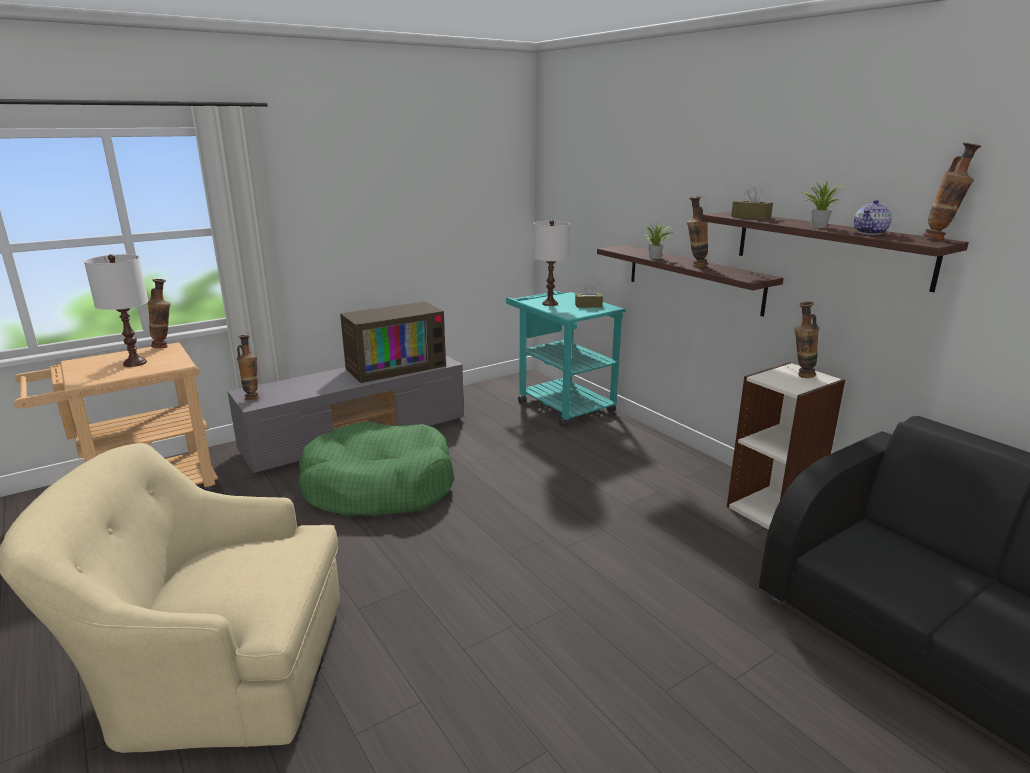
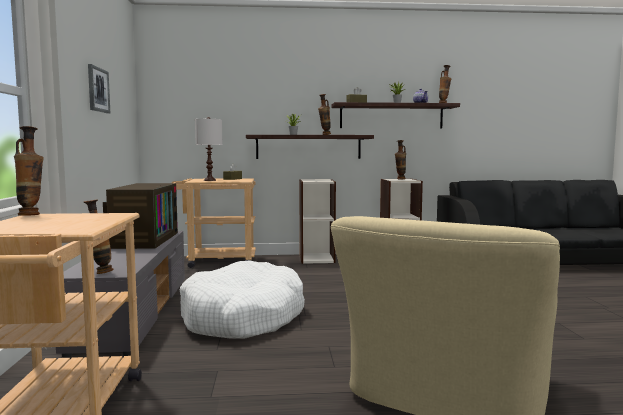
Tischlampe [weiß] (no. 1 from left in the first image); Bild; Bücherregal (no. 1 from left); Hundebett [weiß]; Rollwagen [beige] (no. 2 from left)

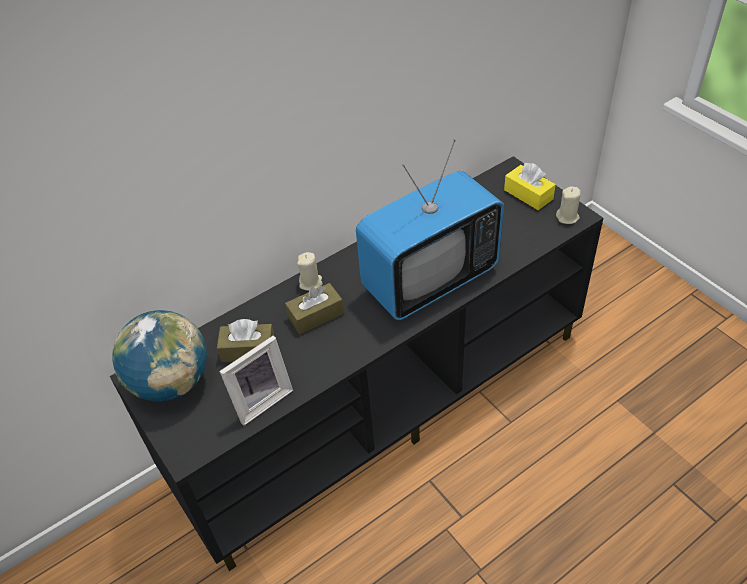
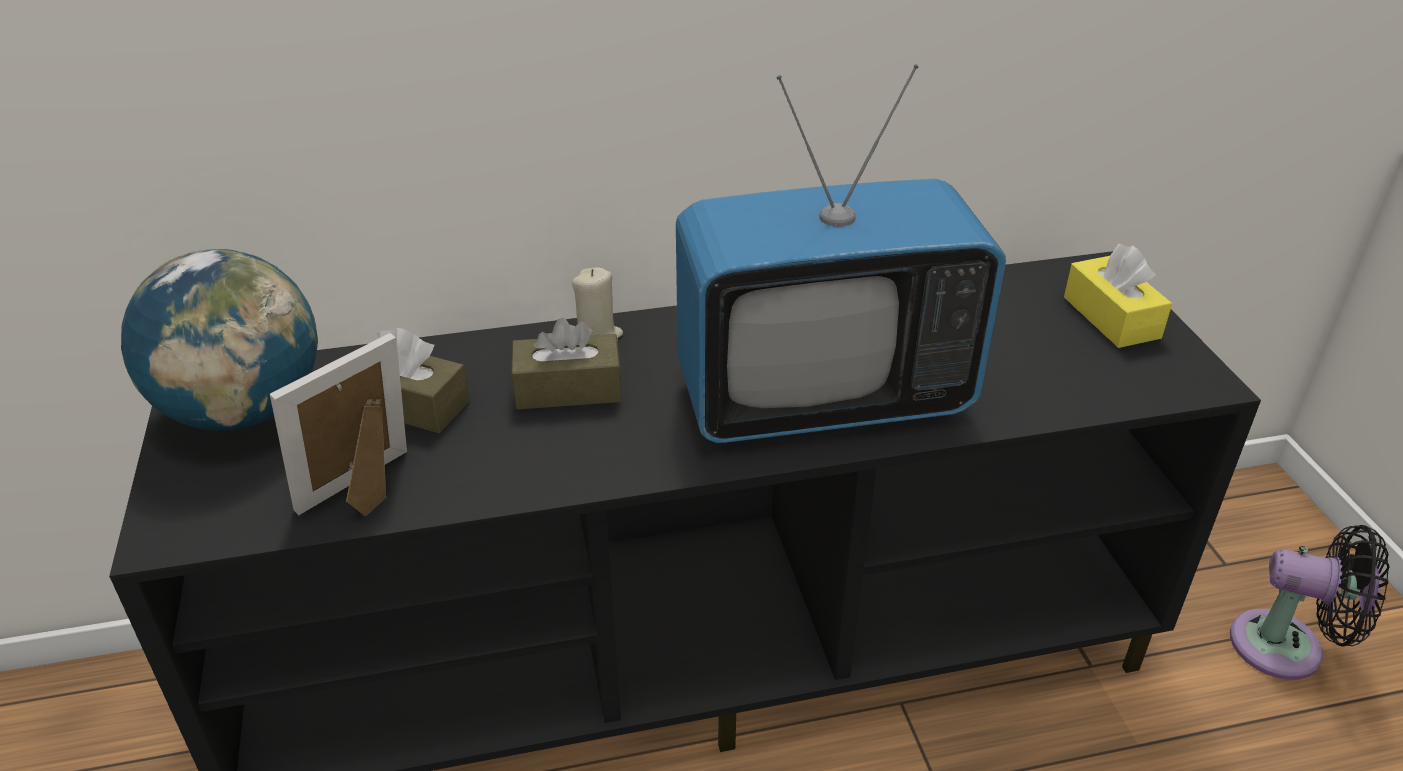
Kerze [beige] (no. 2 from left in the first image); Ventilator [schwarz]; Bilderrahmen

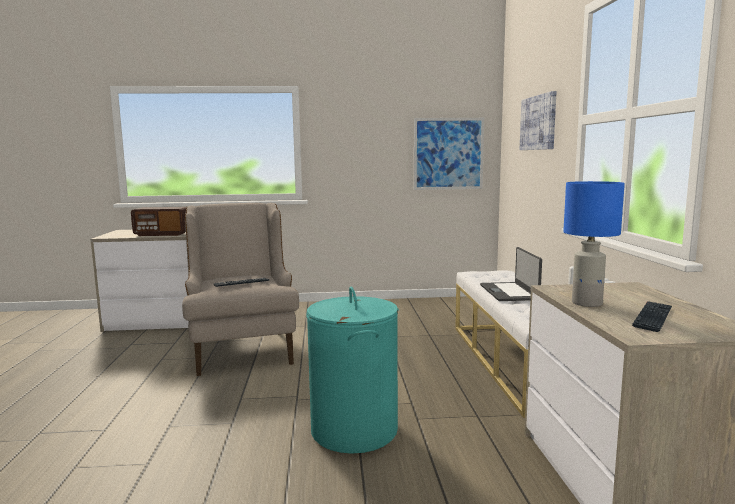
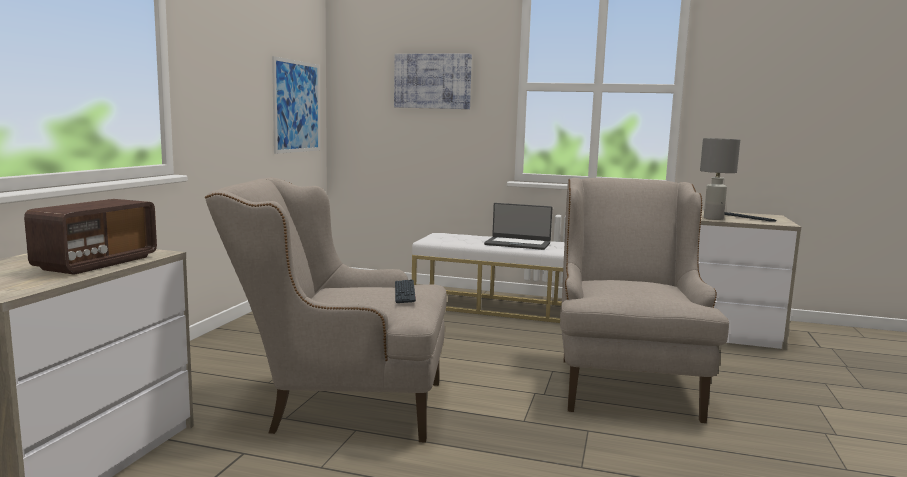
Sessel [beige] (no. 2 from left); Tischlampe [grau]

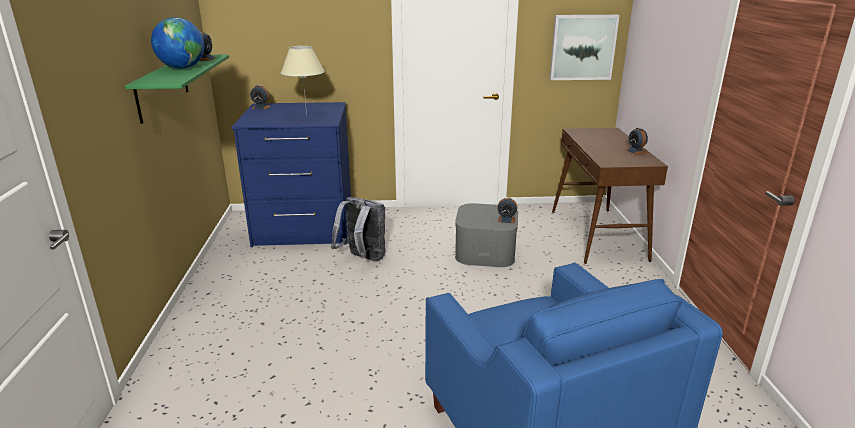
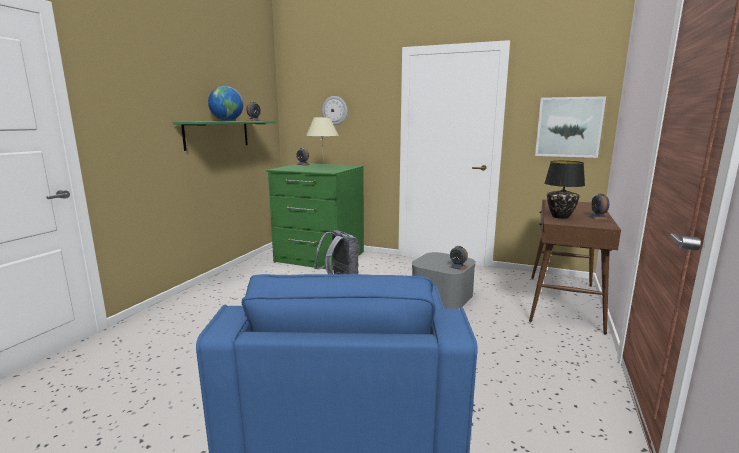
Wanduhr; Tischlampe [schwarz]; Kommode [grün]

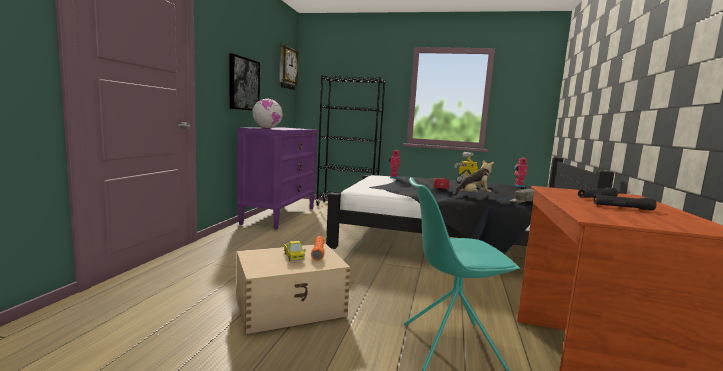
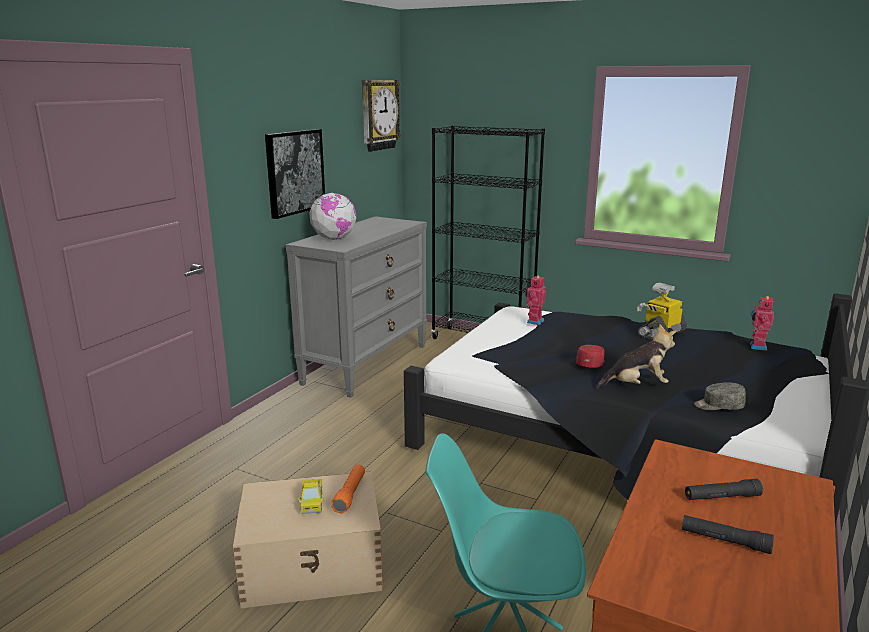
Kommode [grau]

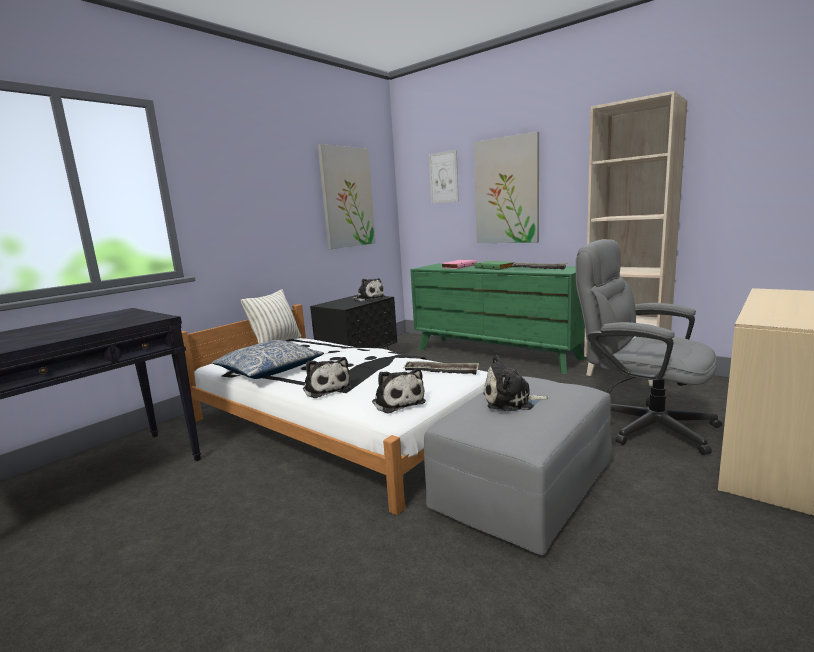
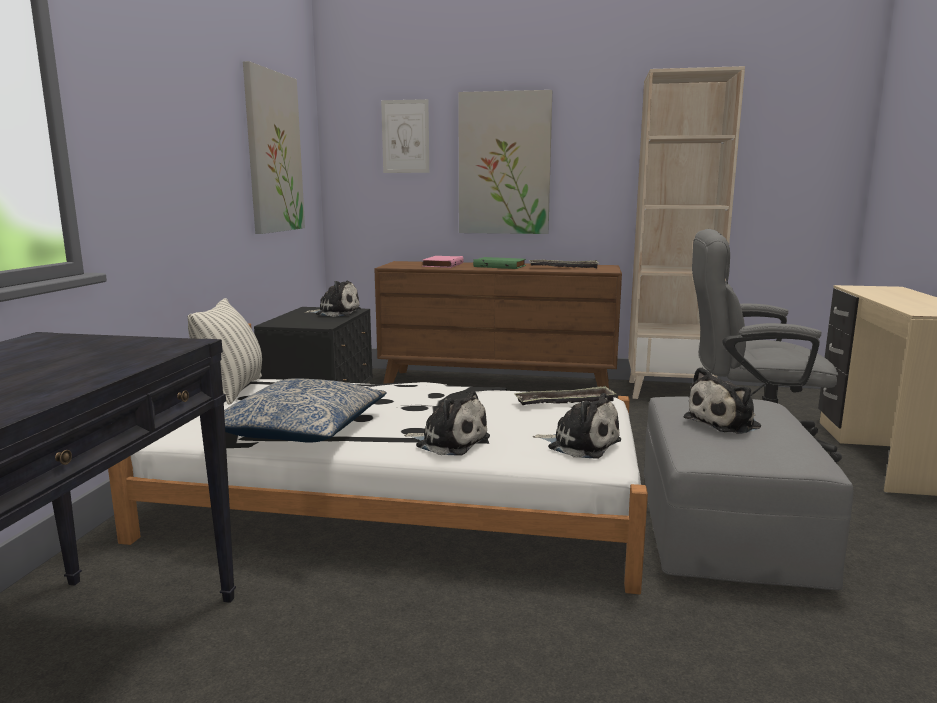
Kommode [braun]

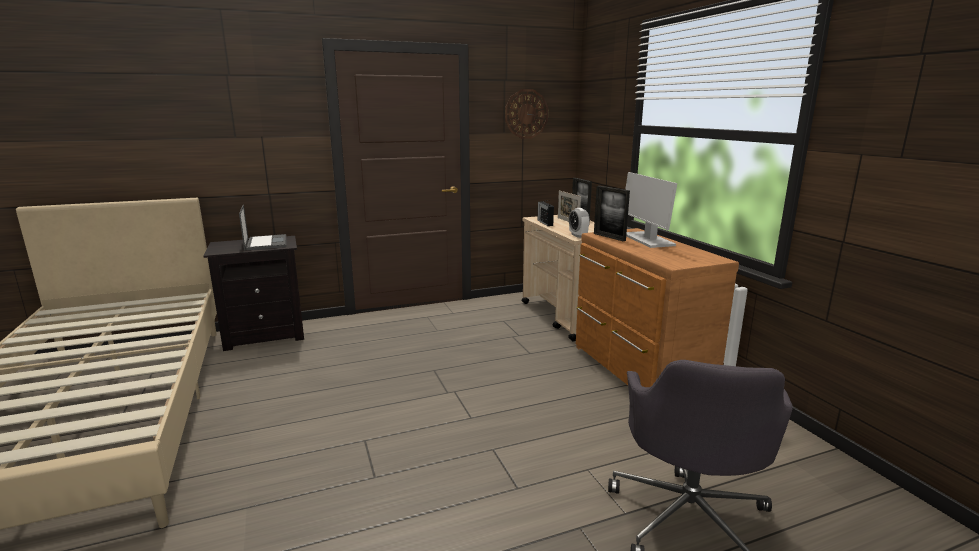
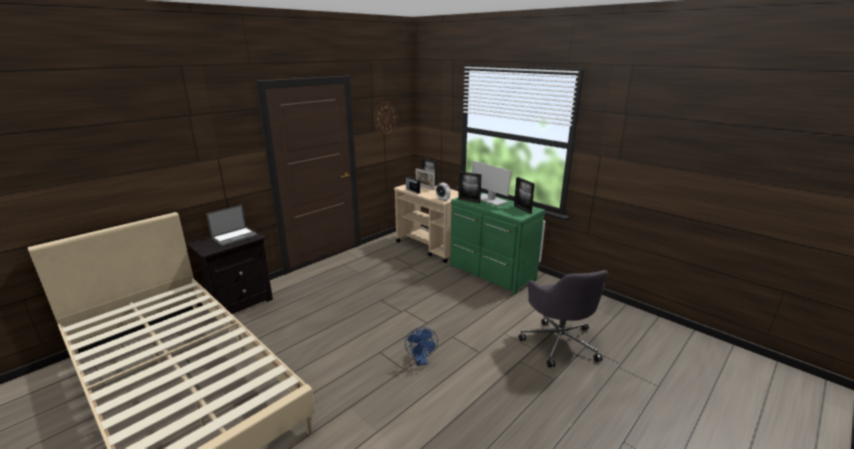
Ventilator [blau]; Bilderrahmen (no. 4 from left); Kommode [grün]; Laptop

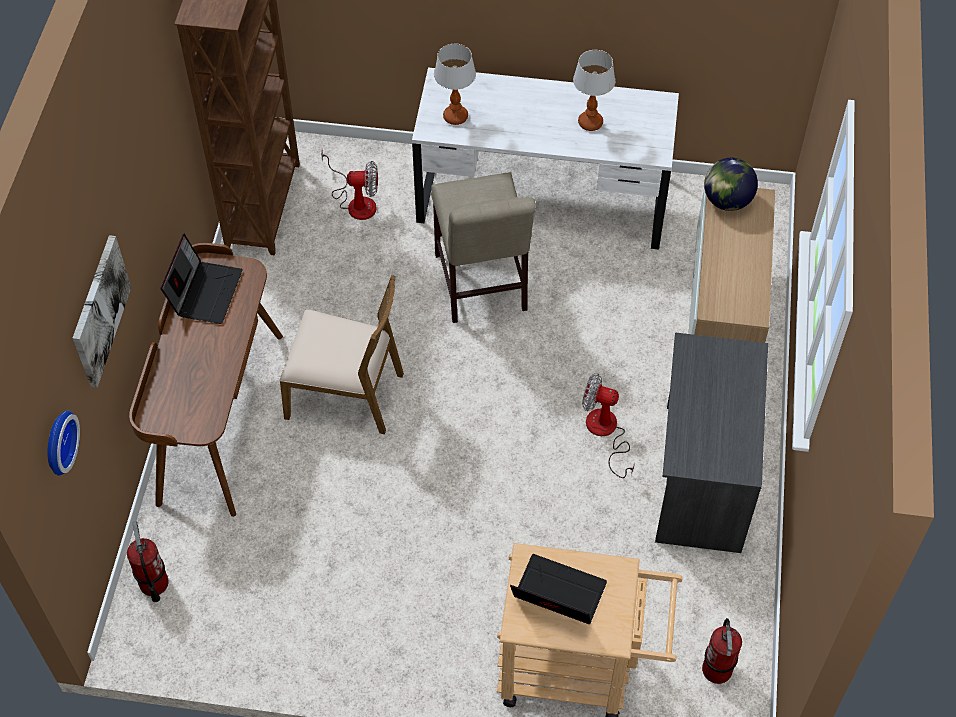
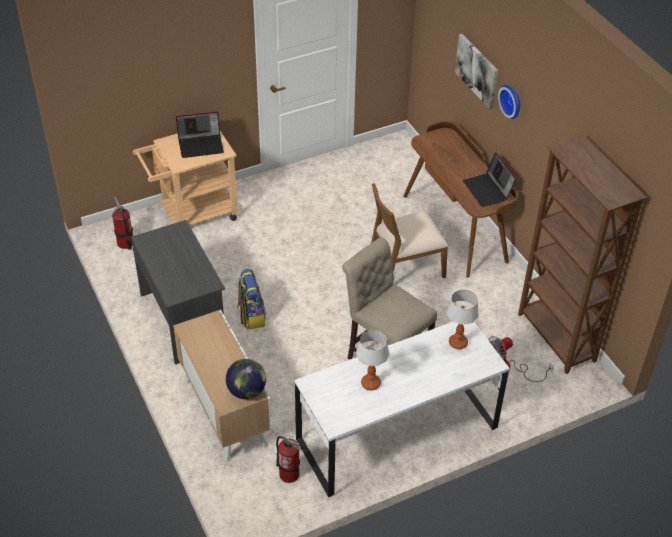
Wanduhr; Feuerlöscher (no. 2 from left); Rucksack

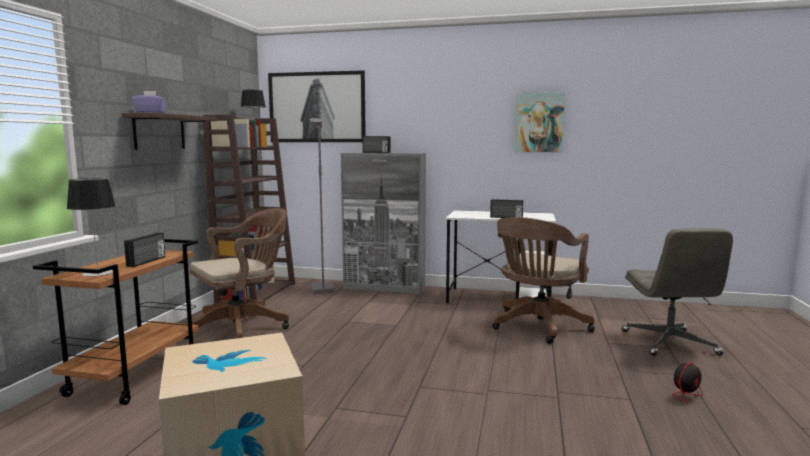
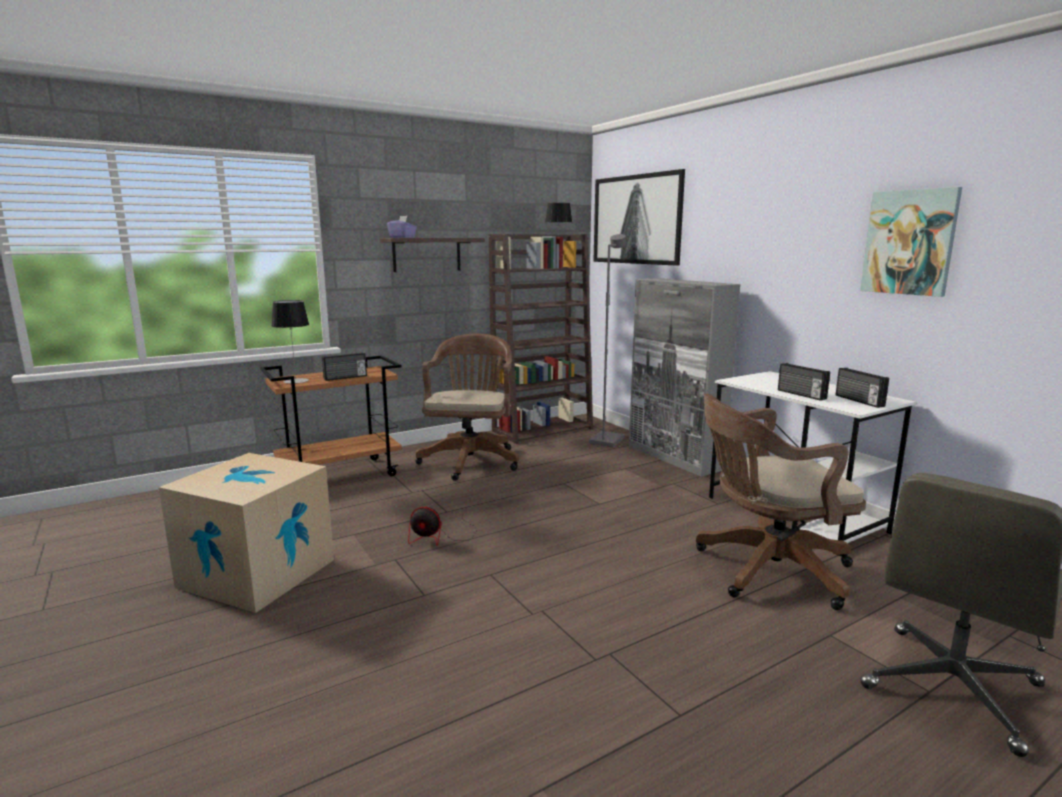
Radio (no. 3 from left); Ventilator; Bürostuhl [braun] (no. 1 from left)

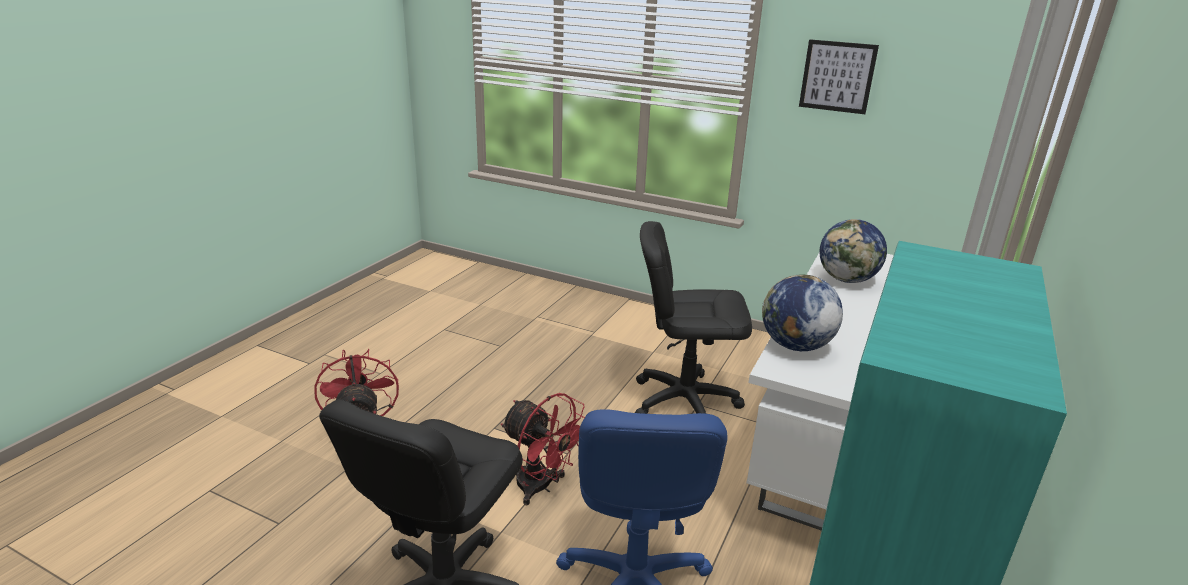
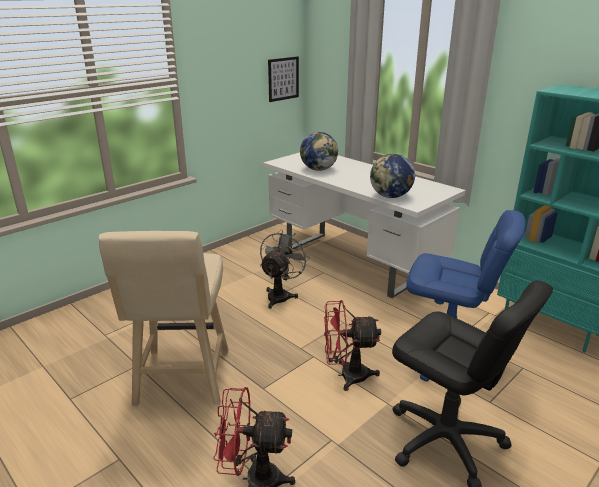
Hocker [beige]; Bild; Ventilator [grau]; Ventilator [rot] (no. 2 from left)

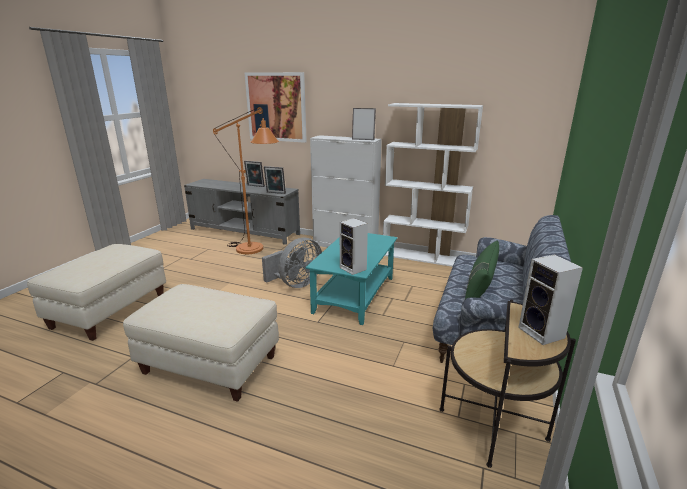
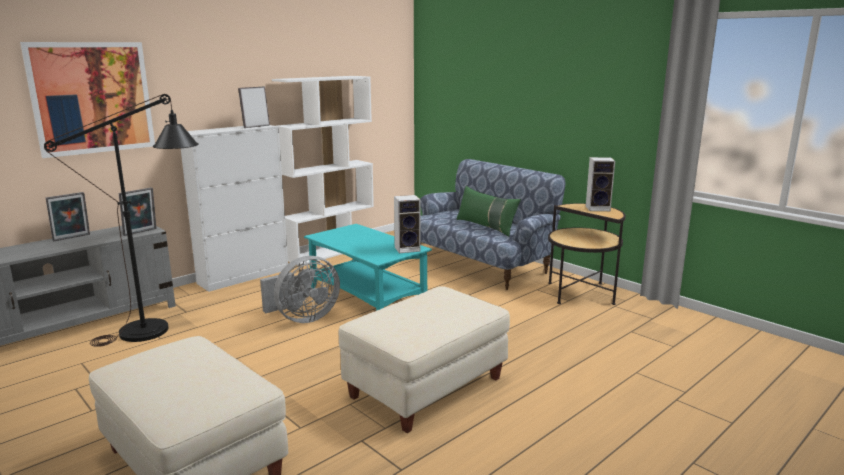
Stehlampe [schwarz]; Ventilator [grau]

